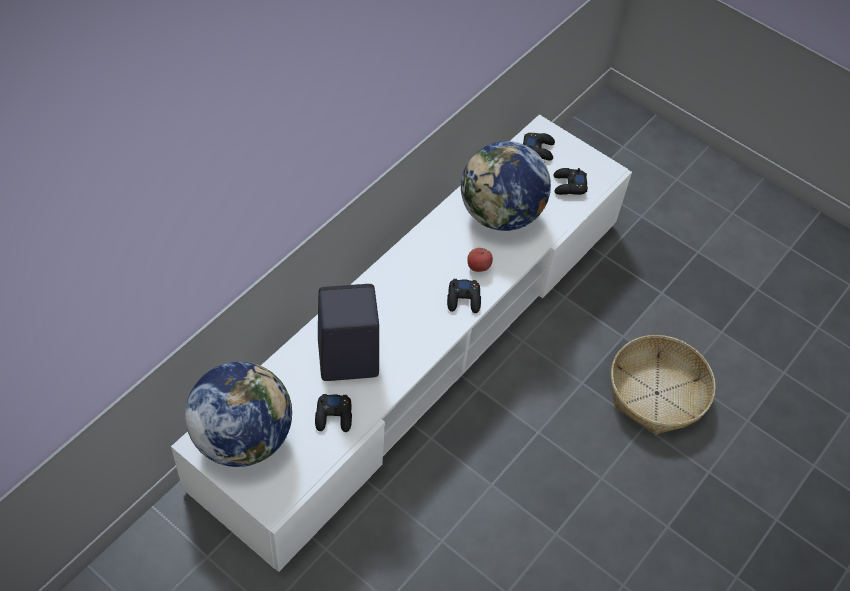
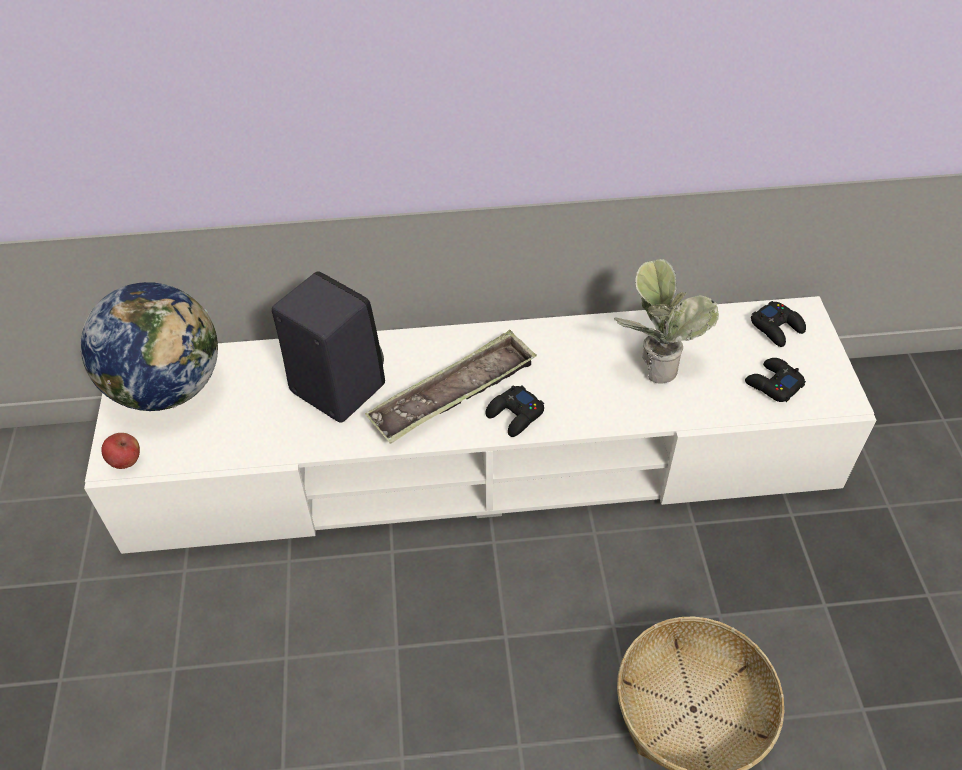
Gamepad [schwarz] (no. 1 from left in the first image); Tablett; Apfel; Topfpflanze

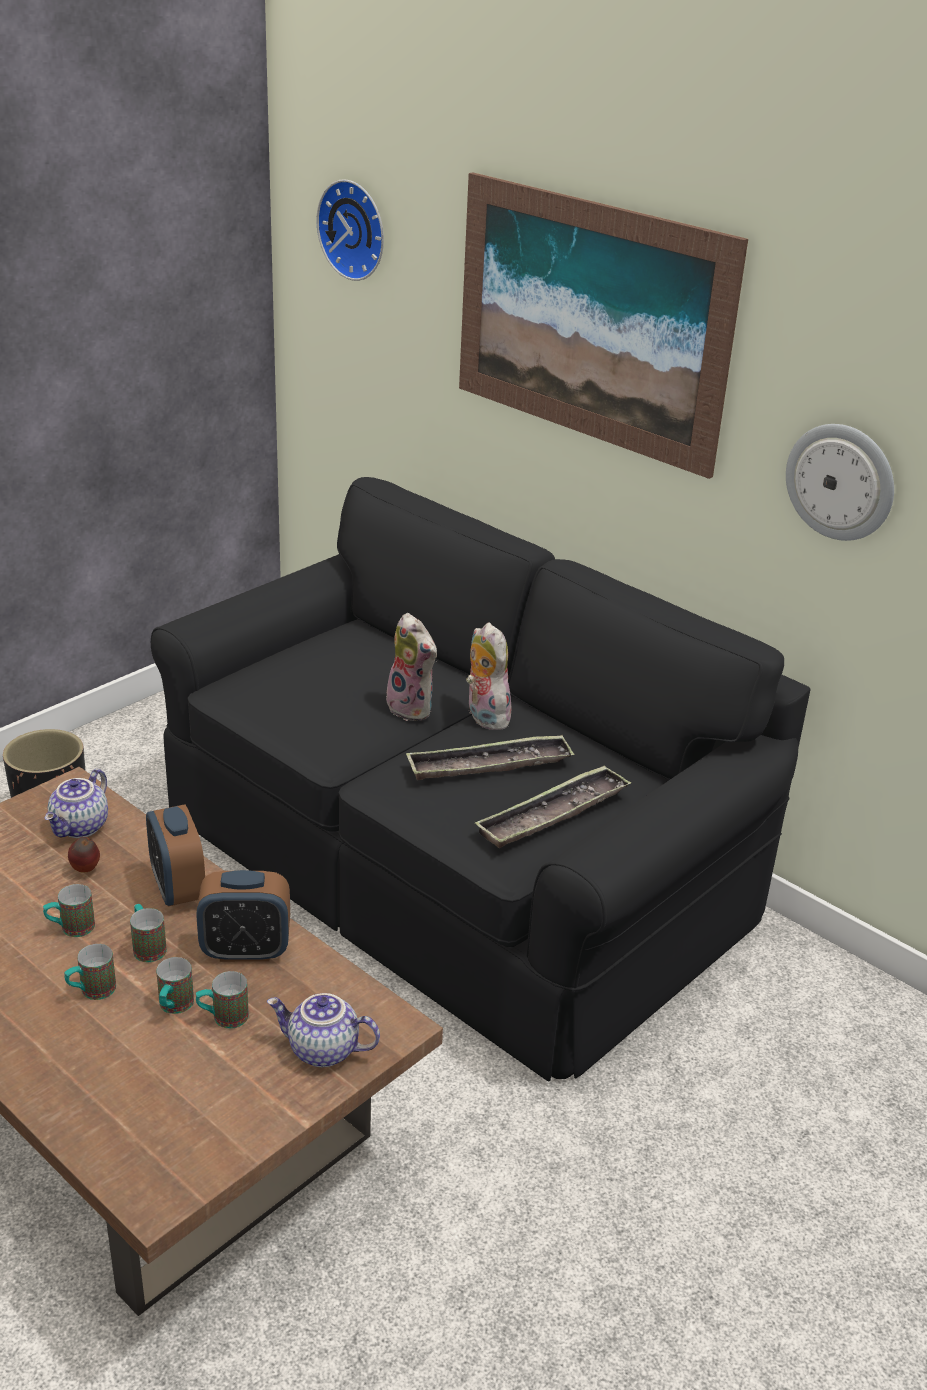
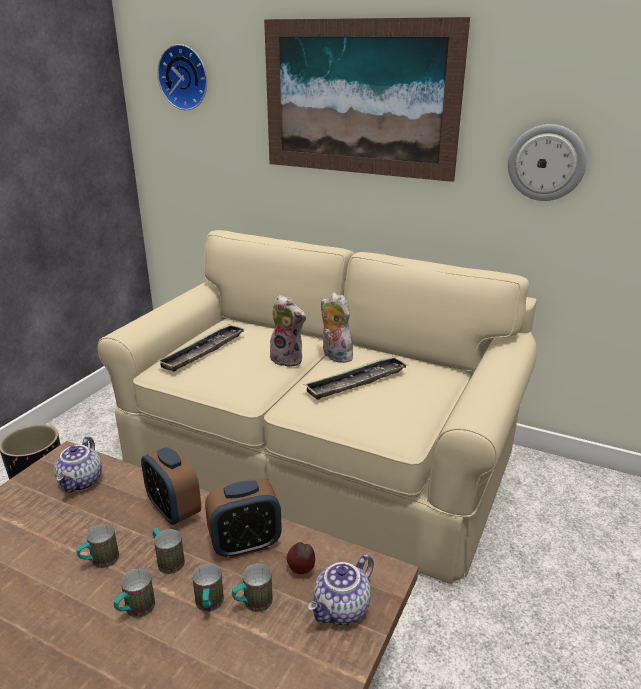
Apfel; Tablett (no. 1 from left); Sofa [beige]; Teekanne (no. 2 from left)

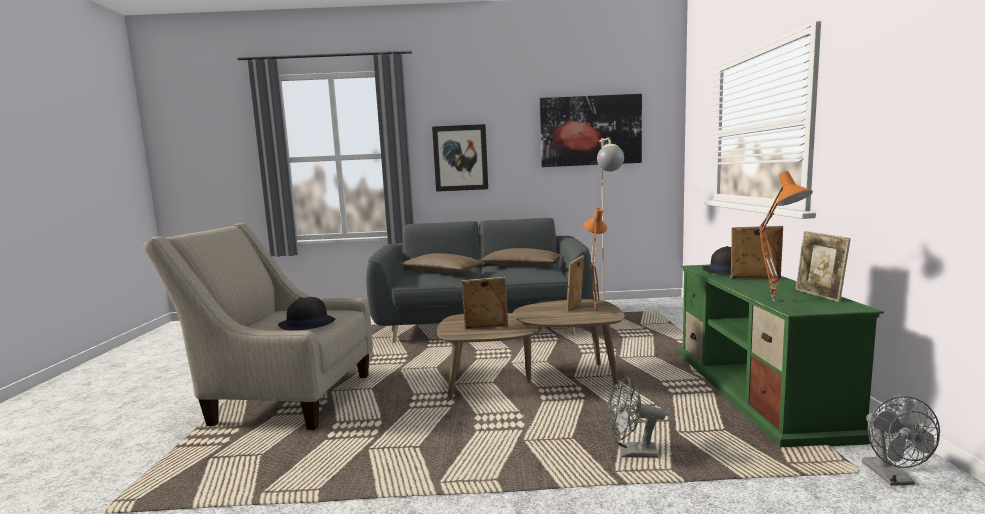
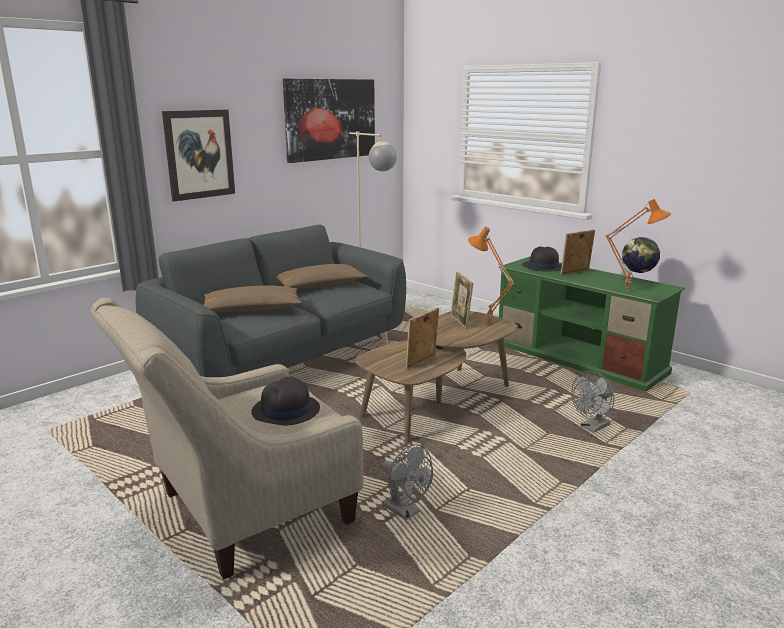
Ventilator [grau] (no. 1 from left); Globus

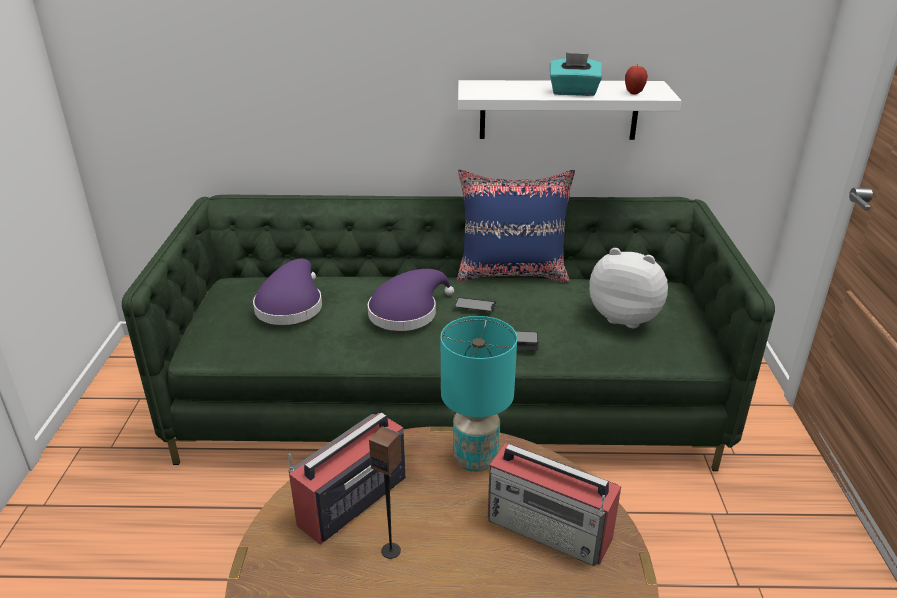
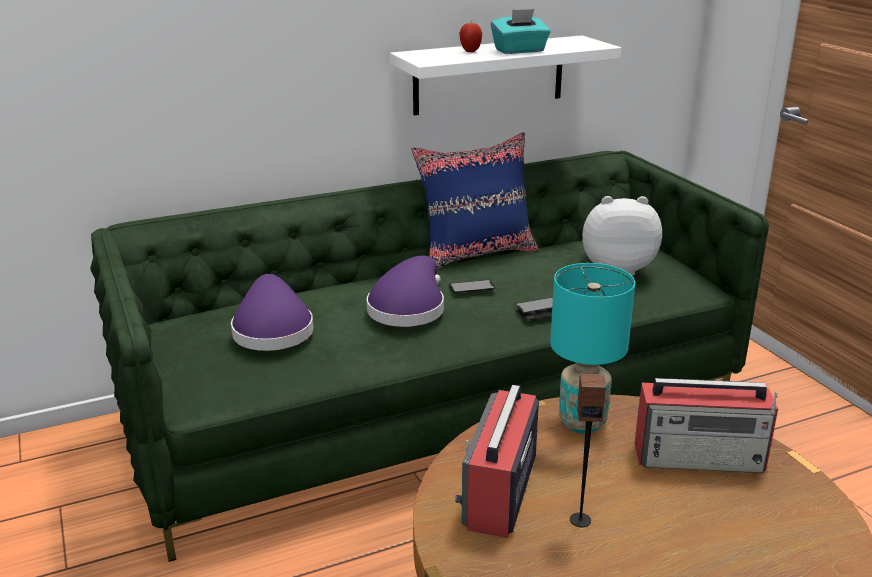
Apfel

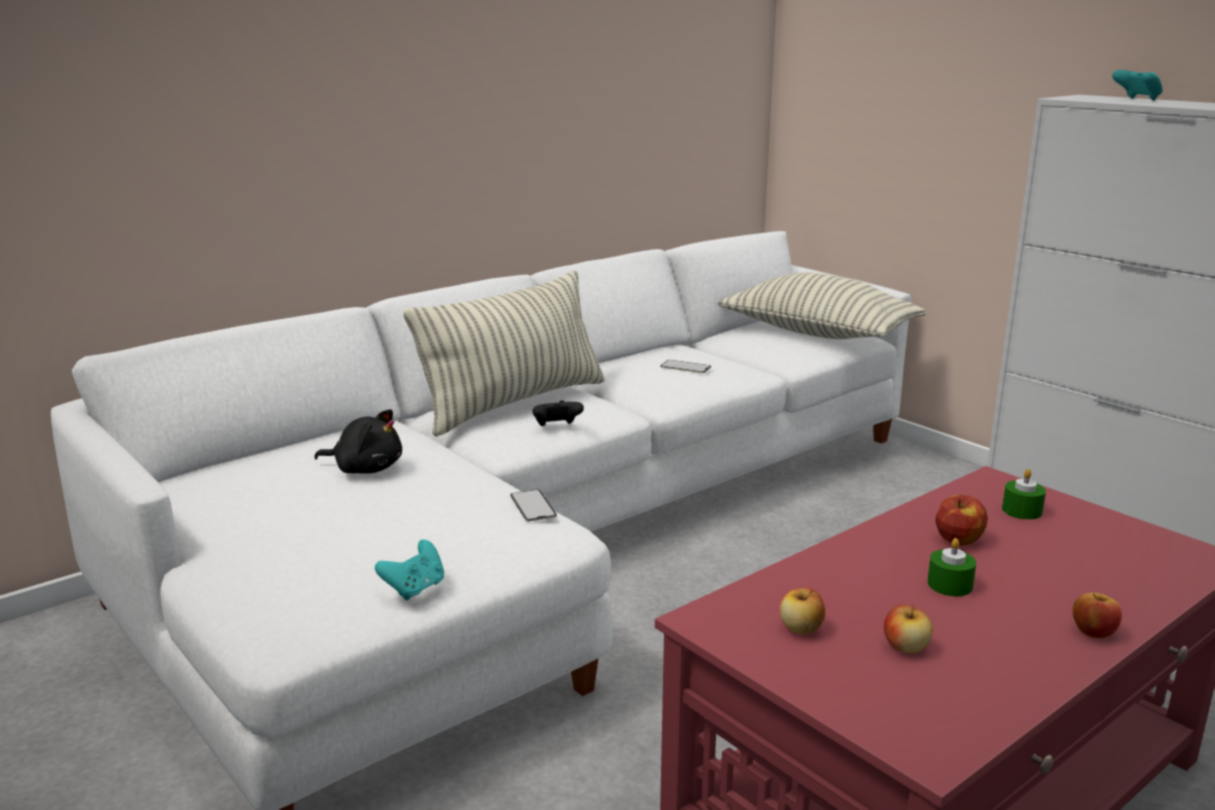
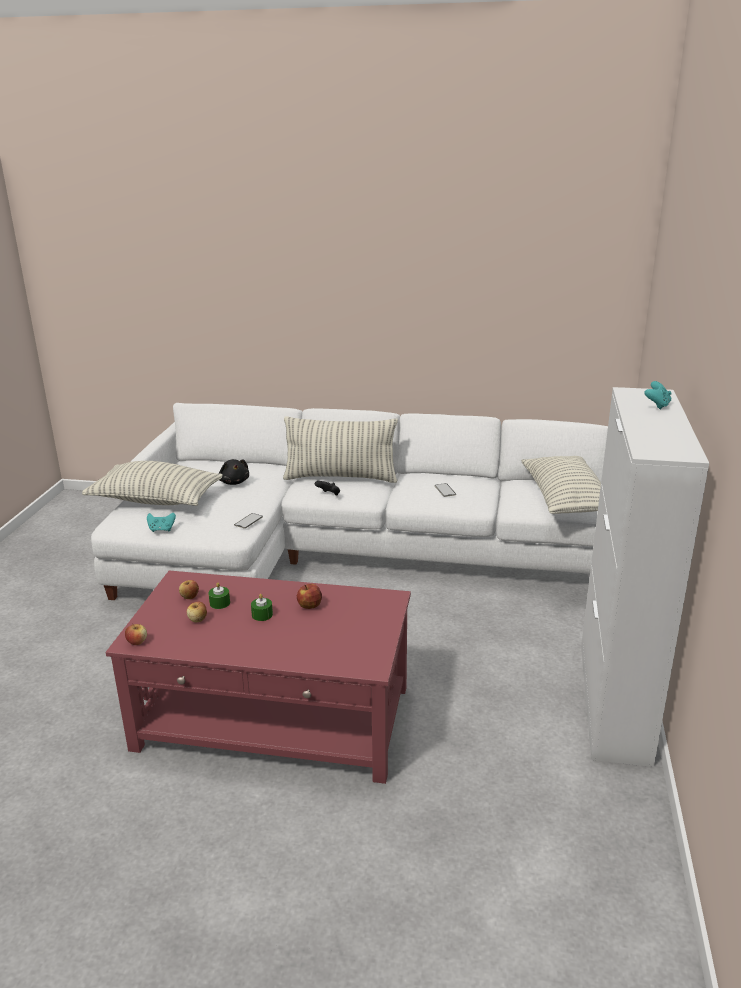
Kissen (no. 1 from left); Kerze [grün] (no. 1 from left); Apfel (no. 1 from left)

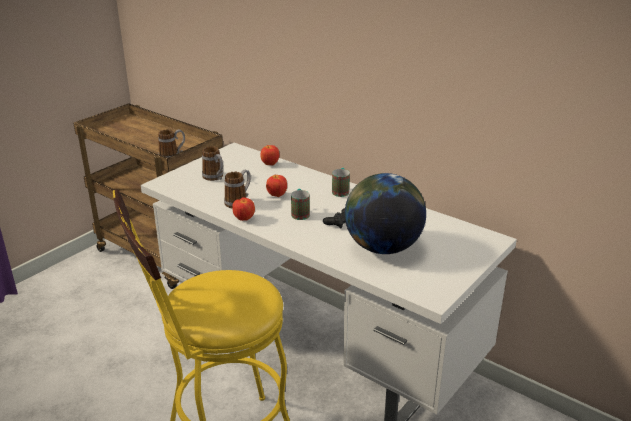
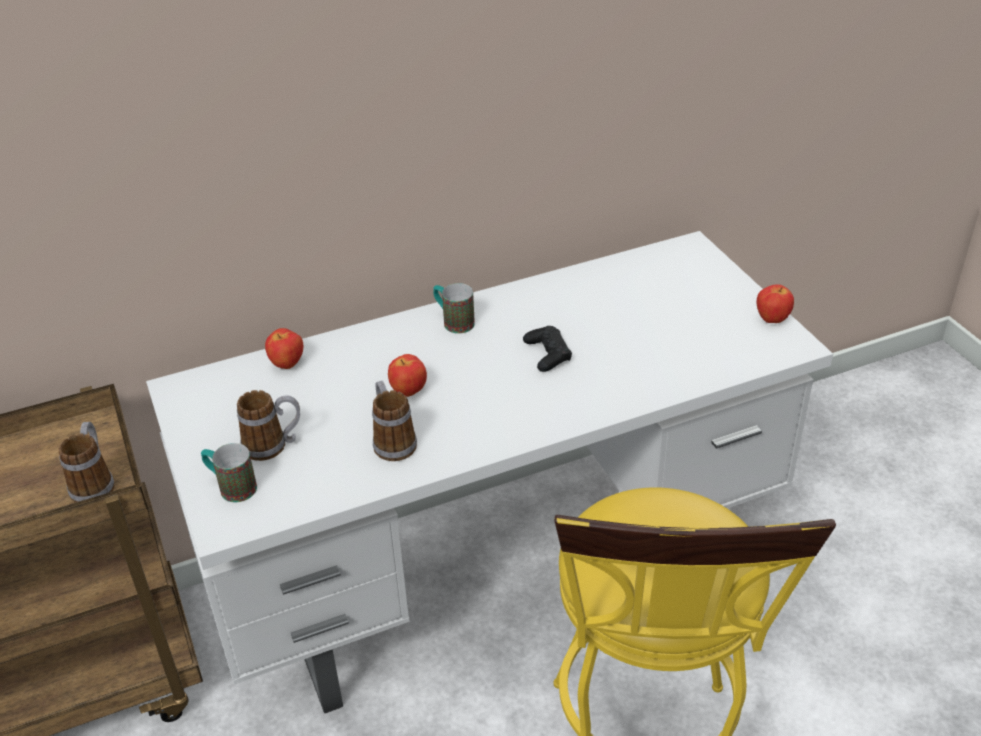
Globus; Apfel (no. 3 from left); Henkelbecher (no. 2 from left)

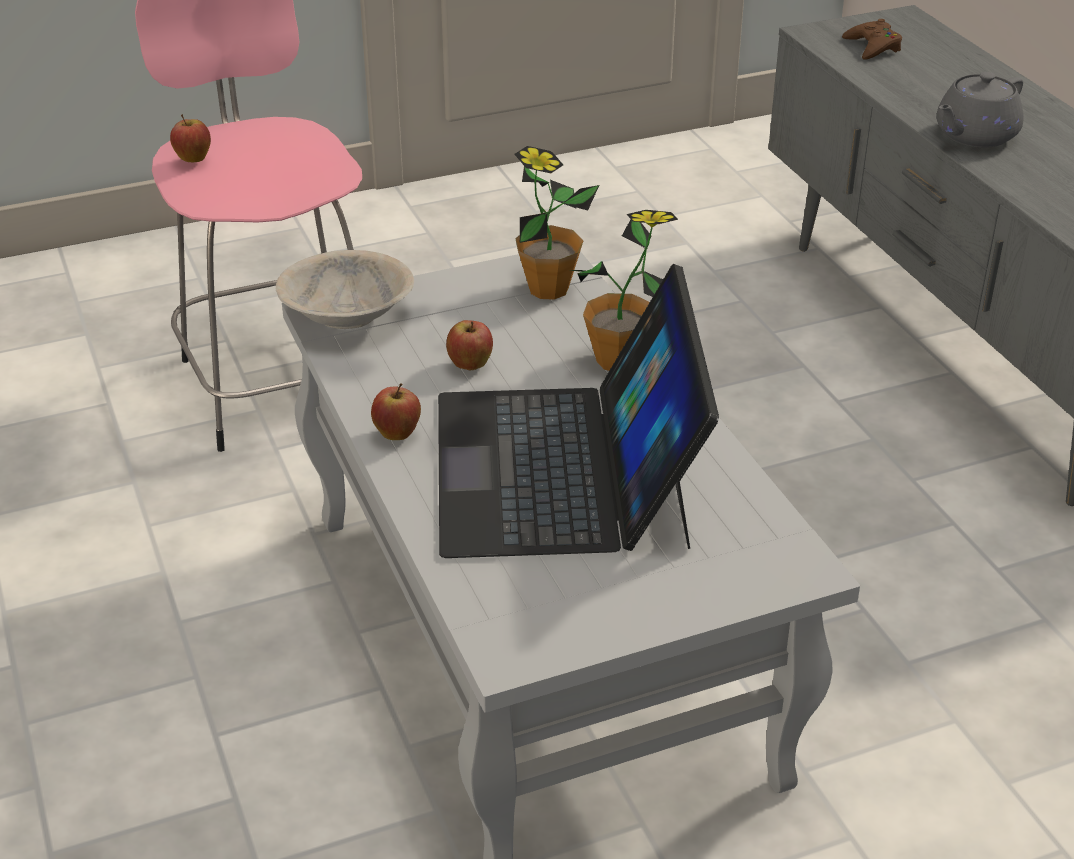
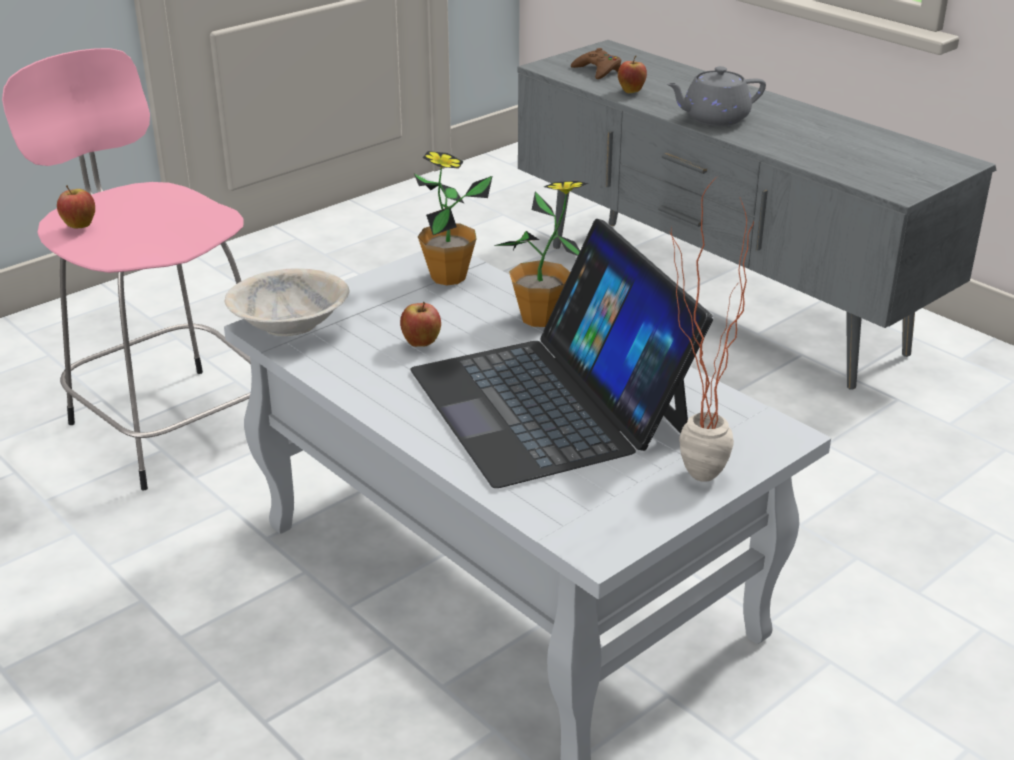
Topfpflanze (no. 3 from left); Apfel (no. 3 from left); Teekanne [grau]

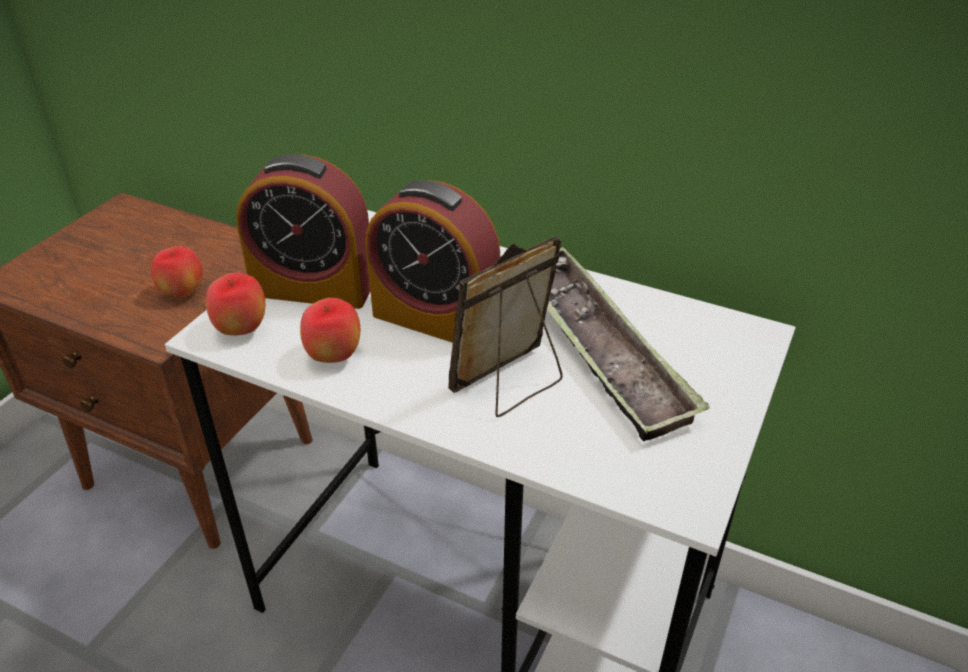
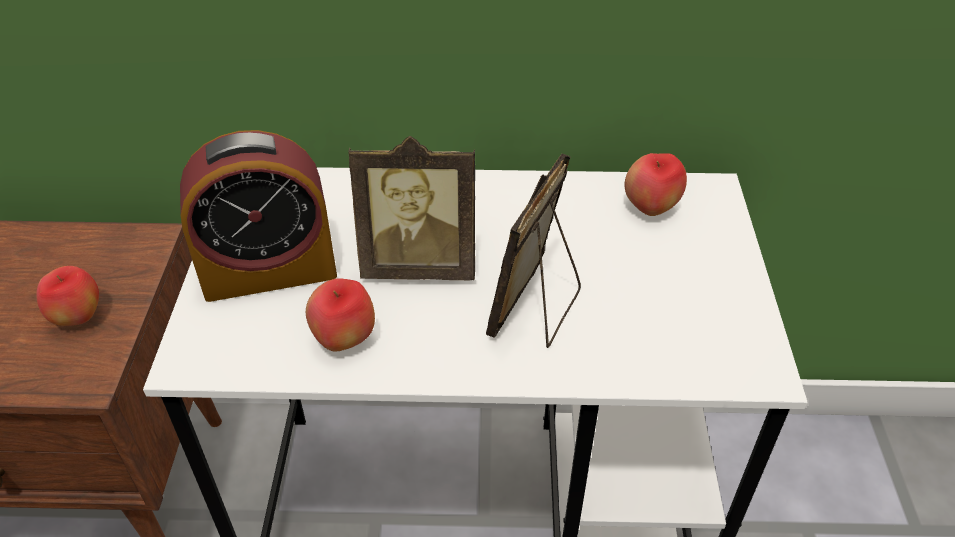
Tablett; Apfel (no. 3 from left); Bilderrahmen (no. 1 from left)

